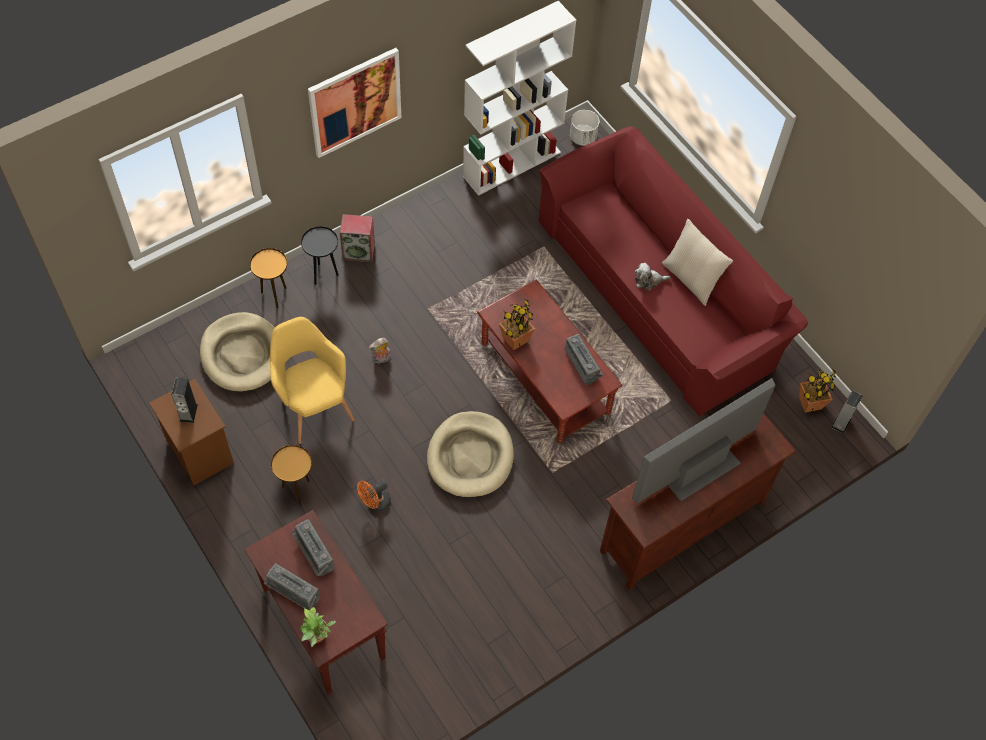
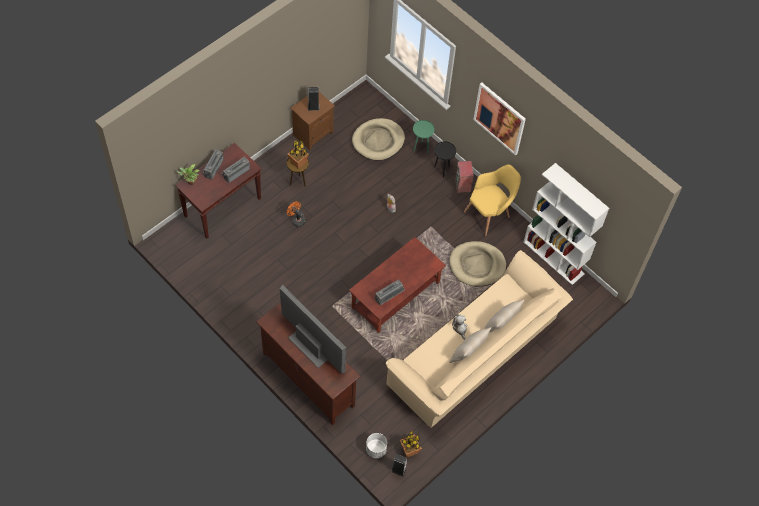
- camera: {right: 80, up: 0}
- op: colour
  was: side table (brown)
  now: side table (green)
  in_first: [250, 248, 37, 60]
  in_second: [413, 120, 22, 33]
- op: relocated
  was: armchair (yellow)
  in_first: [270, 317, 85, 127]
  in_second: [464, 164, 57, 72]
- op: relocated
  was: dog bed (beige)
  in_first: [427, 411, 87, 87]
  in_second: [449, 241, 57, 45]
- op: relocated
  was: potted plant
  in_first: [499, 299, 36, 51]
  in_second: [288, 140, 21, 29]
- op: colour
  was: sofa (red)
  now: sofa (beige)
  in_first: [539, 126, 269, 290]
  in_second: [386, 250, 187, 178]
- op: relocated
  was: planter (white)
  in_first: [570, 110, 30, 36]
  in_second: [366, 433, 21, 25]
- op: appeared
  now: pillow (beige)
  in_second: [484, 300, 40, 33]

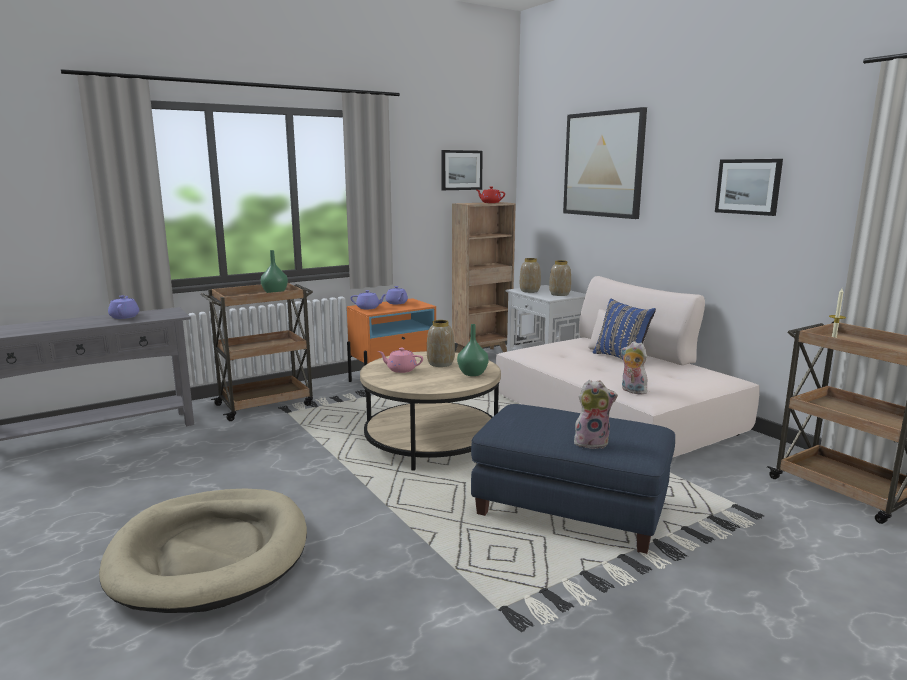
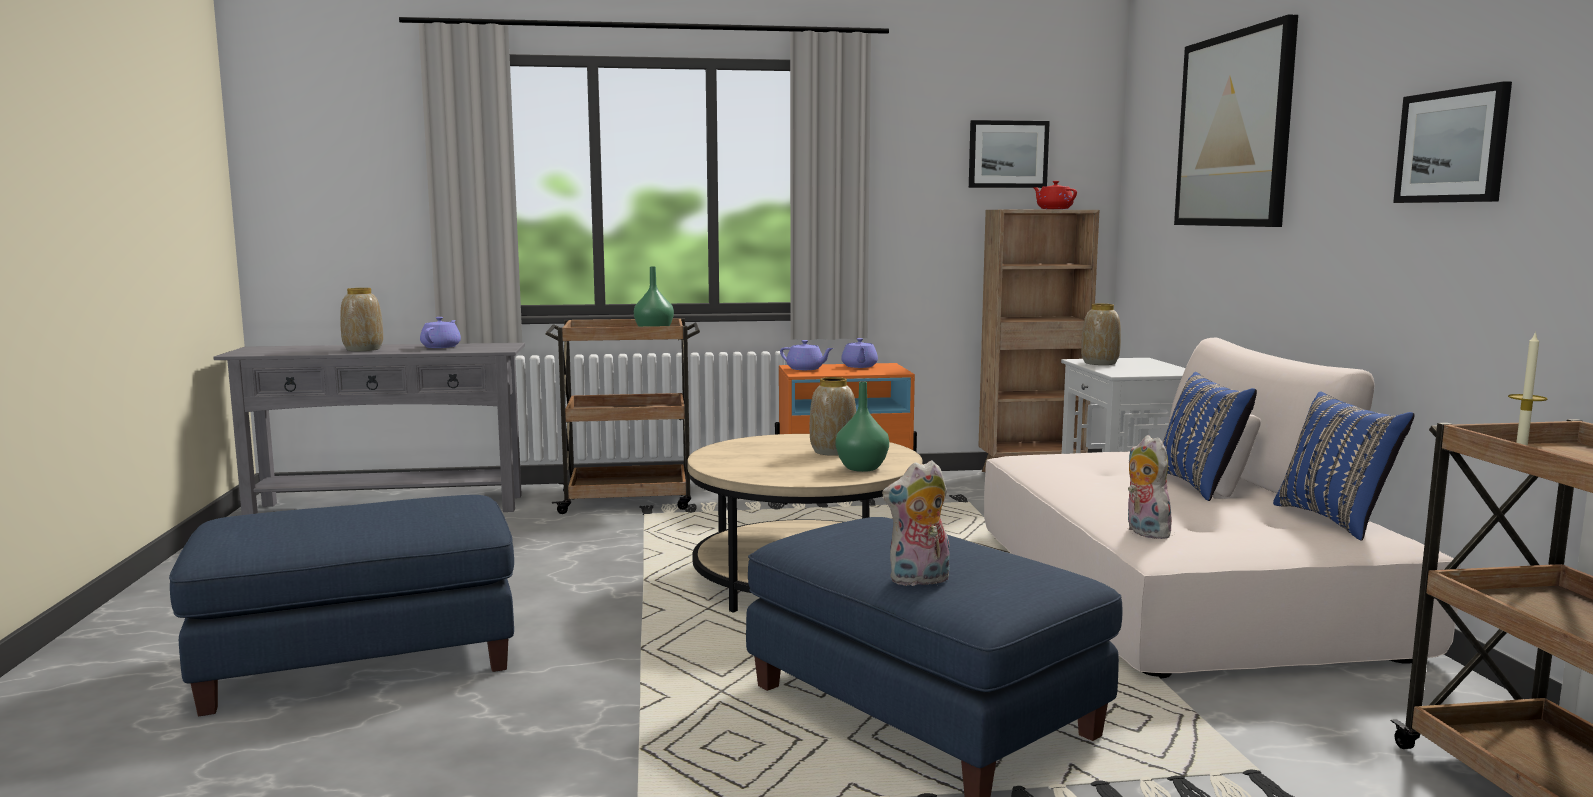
- camera: {right: 25, up: -5}
- op: exchanged
  was: dog bed (beige)
  now: ottoman (blue)
  in_first: [99, 488, 208, 125]
  in_second: [169, 495, 345, 221]
- op: missing
  was: teapot (pink)
  in_first: [378, 348, 45, 25]
- op: relocated
  was: vase
  in_first: [549, 260, 22, 36]
  in_second: [340, 288, 43, 63]
- op: spun
  was: plush toy
  in_first: [574, 380, 44, 69]
  in_second: [882, 460, 68, 126]
  clockwise: 135
- op: appeared
  now: pillow (blue)
  in_second: [1273, 391, 142, 150]

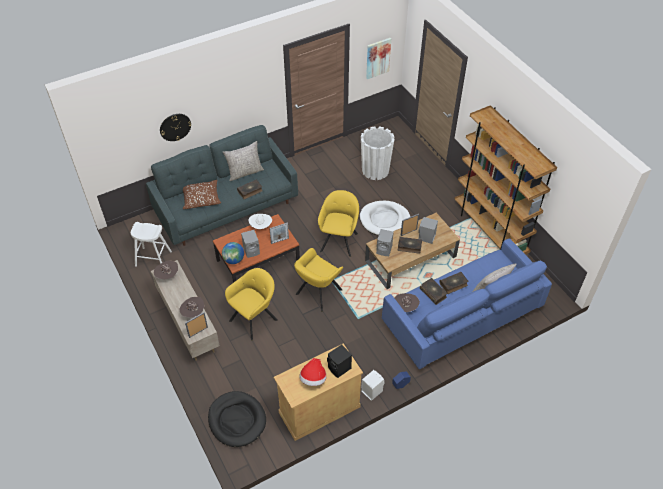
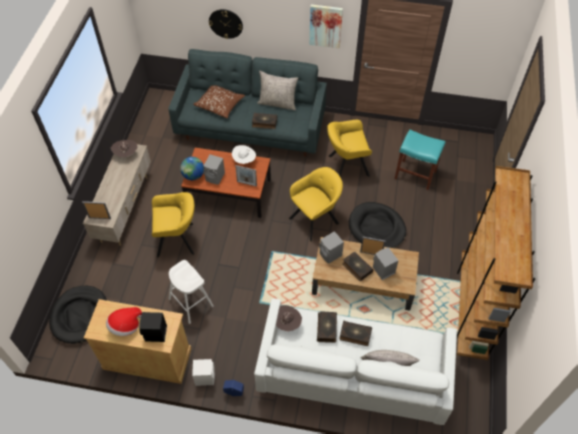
- camera: {right: 40, up: 5}
- op: relocated
  was: stool (white)
  in_first: [131, 222, 41, 45]
  in_second: [169, 260, 45, 64]
- op: missing
  was: hat (brown)
  in_first: [179, 297, 26, 20]
- op: relocated
  was: armchair (yellow)
  in_first: [294, 248, 49, 64]
  in_second: [327, 120, 45, 57]
- op: colour
  was: dog bed (white)
  now: dog bed (black)
  in_first: [360, 201, 50, 34]
  in_second: [349, 202, 57, 46]
- op: exchanged
  was: planter (white)
  now: stool (turquoise)
  in_first: [361, 127, 34, 53]
  in_second: [395, 129, 51, 61]
- op: relocated
  was: picture
  in_first: [366, 38, 25, 41]
  in_second: [309, 4, 34, 44]
- op: colour
  was: sofa (blue)
  now: sofa (white)
  in_first: [382, 239, 170, 130]
  in_second: [254, 298, 203, 127]

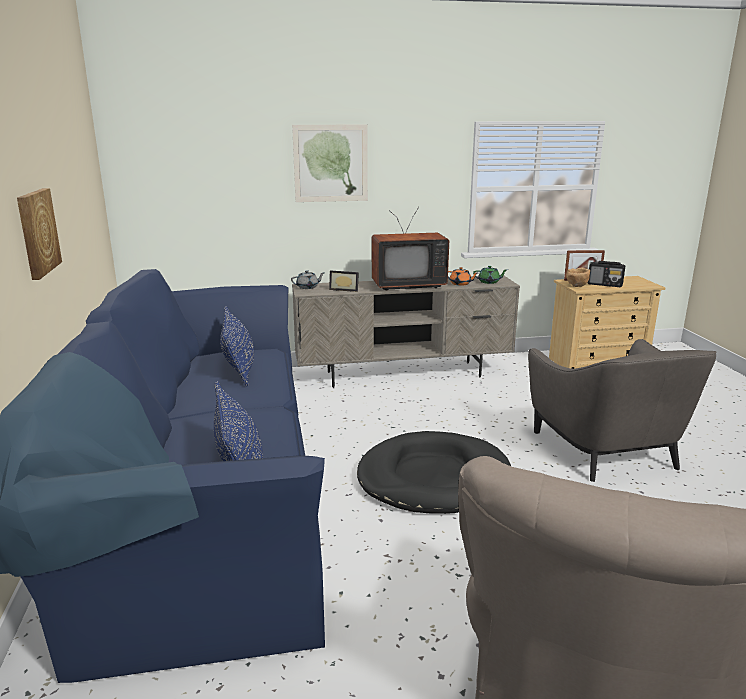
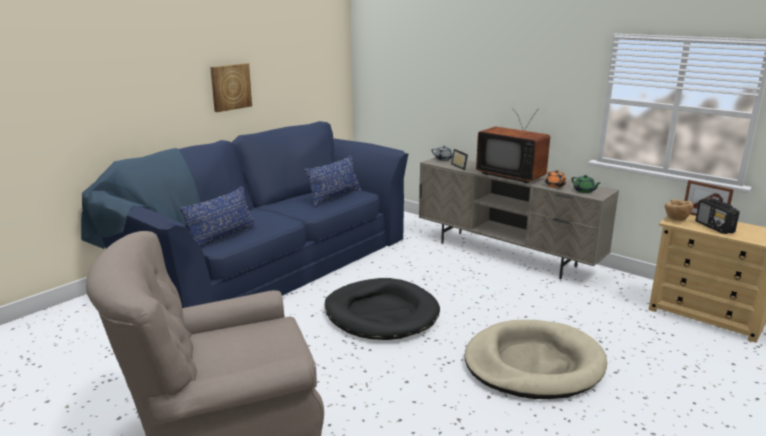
- camera: {right: 50, up: 0}
- op: missing
  was: picture
  in_first: [292, 125, 76, 77]
- op: exchanged
  was: armchair (grey)
  now: dog bed (beige)
  in_first: [528, 339, 188, 143]
  in_second: [464, 320, 143, 79]

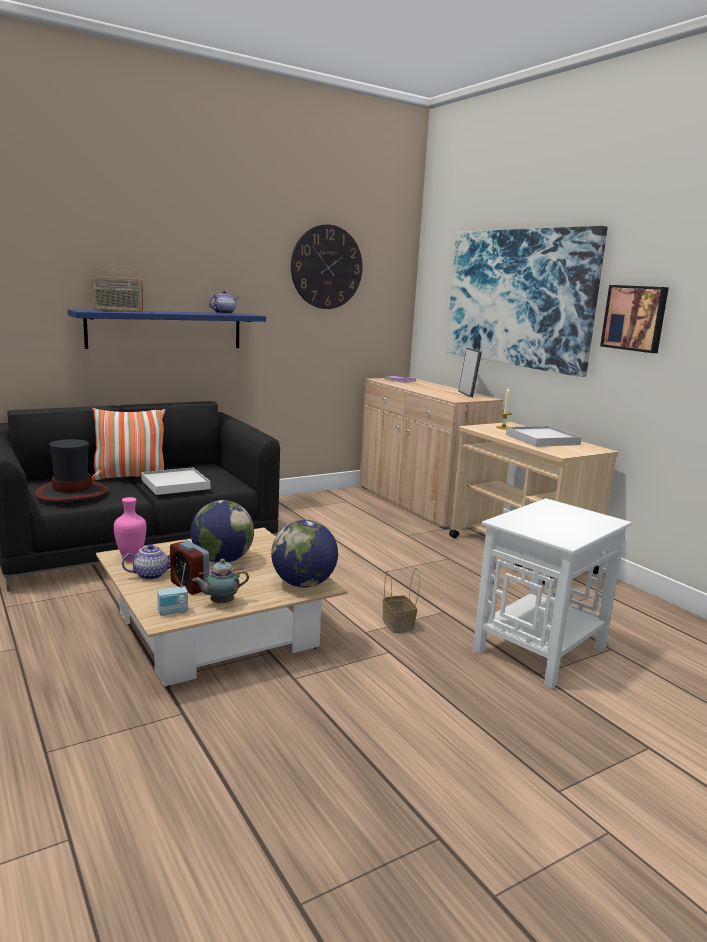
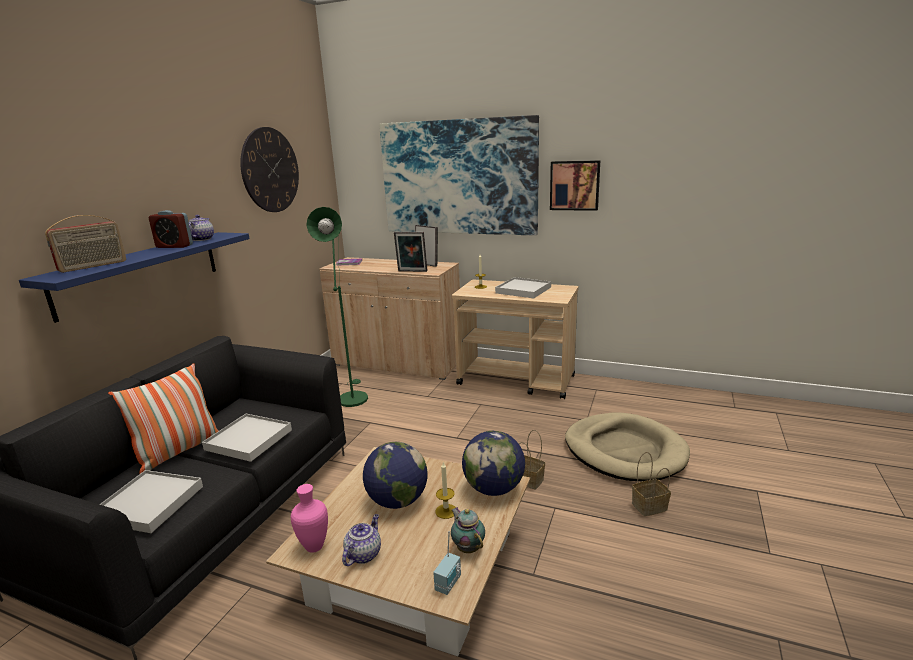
- camera: {right: -35, up: 5}
- op: exchanged
  was: hat
  now: tray (white)
  in_first: [35, 439, 73, 63]
  in_second: [100, 470, 103, 63]
- op: relocated
  was: alarm clock
  in_first: [170, 540, 39, 55]
  in_second: [149, 210, 44, 38]
- op: spun
  was: teapot
  in_first: [192, 559, 57, 45]
  in_second: [451, 507, 34, 46]
  clockwise: 120
- op: exchanged
  was: side table (white)
  now: dog bed (beige)
  in_first: [473, 498, 159, 191]
  in_second: [565, 412, 125, 69]
- op: appeared
  now: floor lamp (green)
  in_second: [306, 207, 62, 200]
- op: appeared
  now: picture frame
  in_second: [394, 232, 33, 40]
- op: appeared
  now: candle
  in_second: [436, 462, 20, 57]
- op: appeared
  now: basket
  in_second: [632, 452, 39, 64]

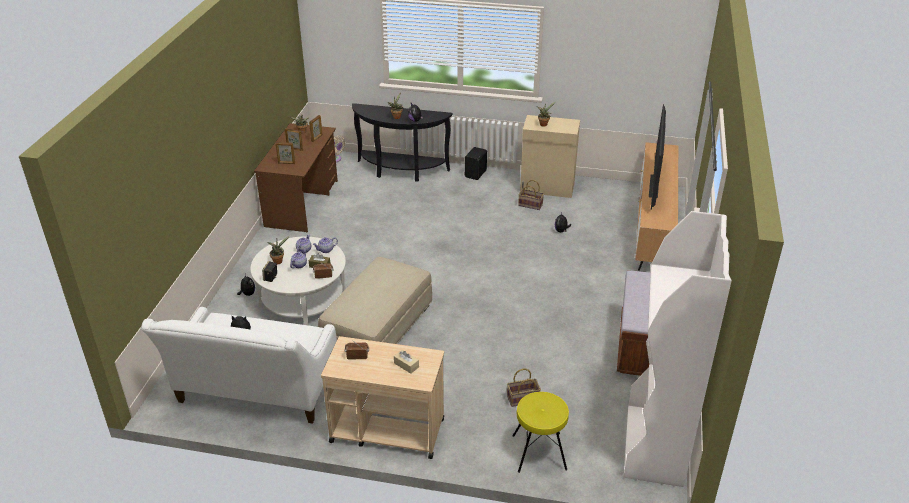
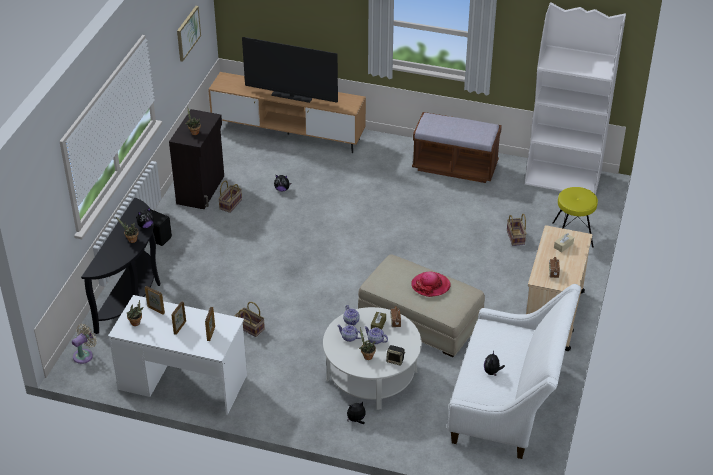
- camera: {right: -85, up: 5}
- op: colour
  was: desk (brown)
  now: desk (white)
  in_first: [254, 123, 84, 109]
  in_second: [108, 295, 139, 120]
- op: colour
  was: cabinet (beige)
  now: cabinet (black)
  in_first: [520, 115, 60, 83]
  in_second: [169, 109, 55, 100]
- op: appeared
  now: picture
  in_second: [177, 6, 24, 55]
- op: appeared
  now: basket
  in_second: [235, 302, 30, 35]
- op: appeared
  now: hat
  in_second: [411, 271, 40, 26]

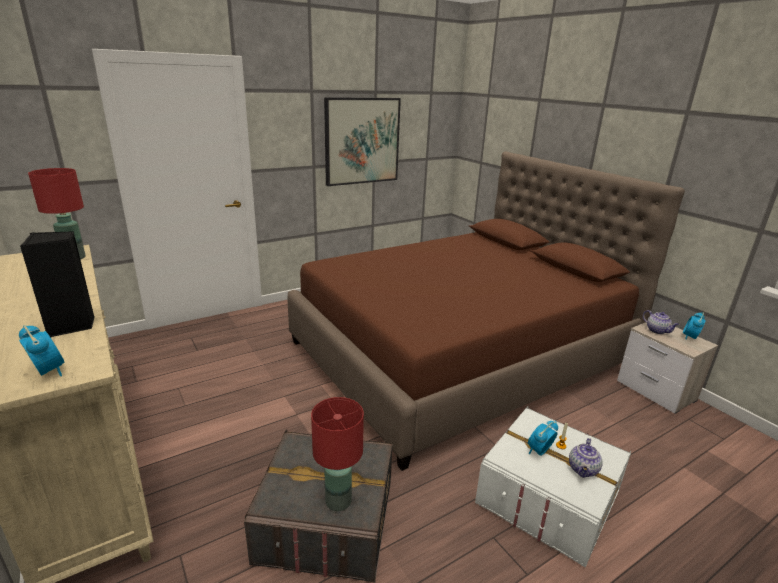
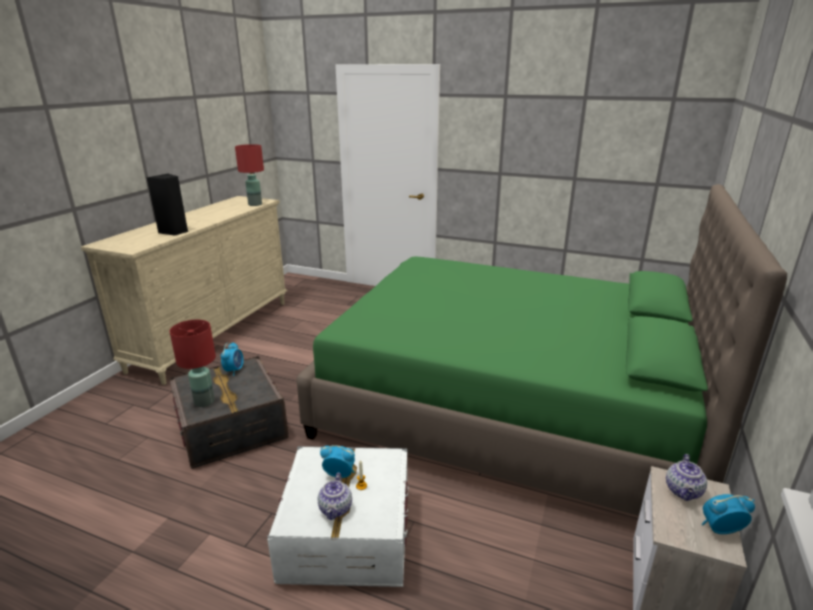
- camera: {right: 55, up: 0}
- op: relocated
  was: alarm clock
  in_first: [19, 325, 46, 51]
  in_second: [221, 342, 23, 34]
- op: colour
  was: bed (brown)
  now: bed (green)
  in_first: [288, 151, 397, 320]
  in_second: [296, 184, 491, 332]
- op: missing
  was: picture
  in_first: [324, 97, 77, 89]
- op: spun
  was: teapot
  in_first: [569, 438, 34, 40]
  in_second: [318, 473, 34, 47]
  clockwise: -75

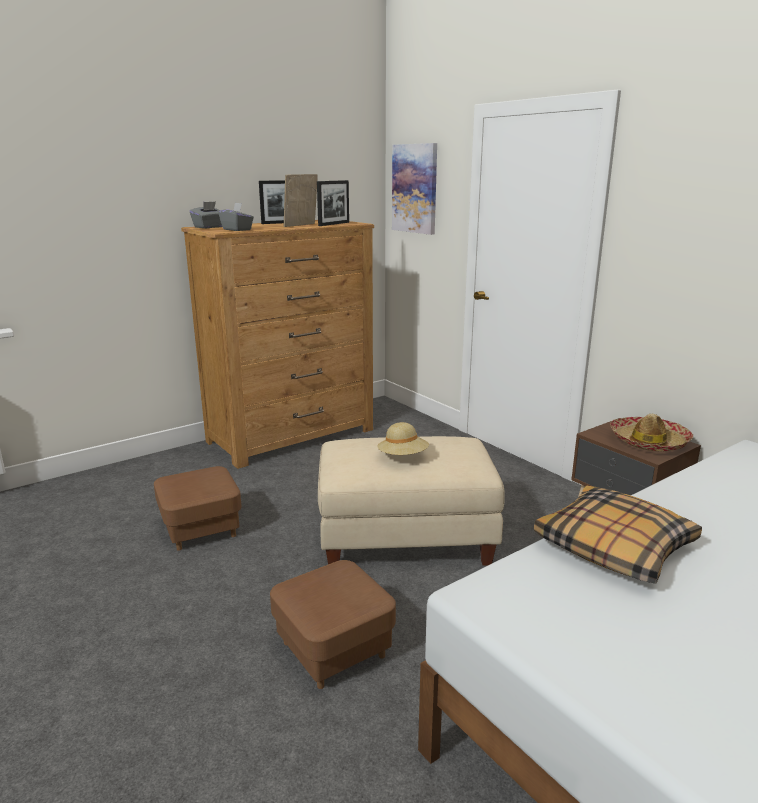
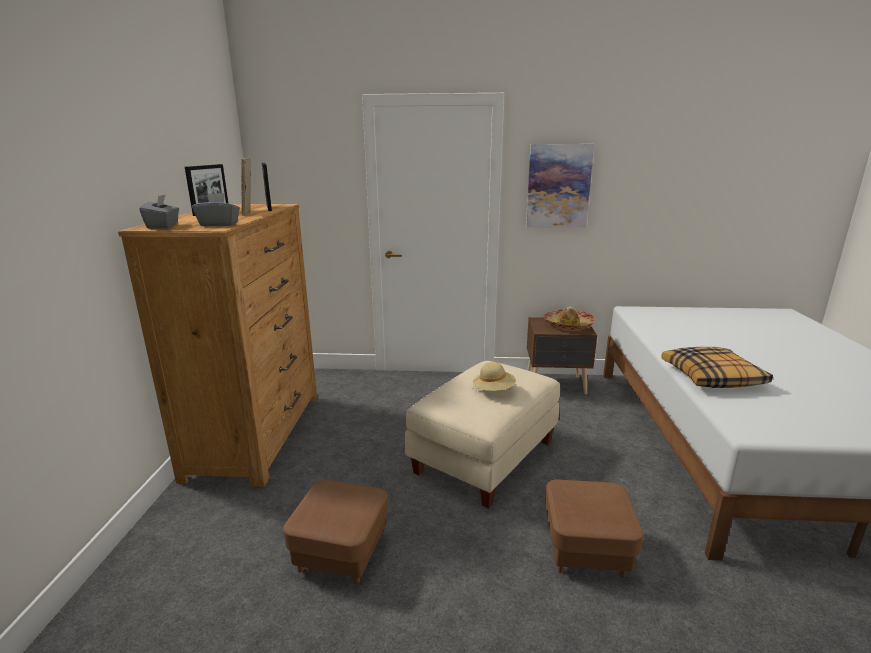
- camera: {right: -50, up: 0}
- op: relocated
  was: picture
  in_first: [392, 143, 45, 92]
  in_second: [526, 144, 68, 84]

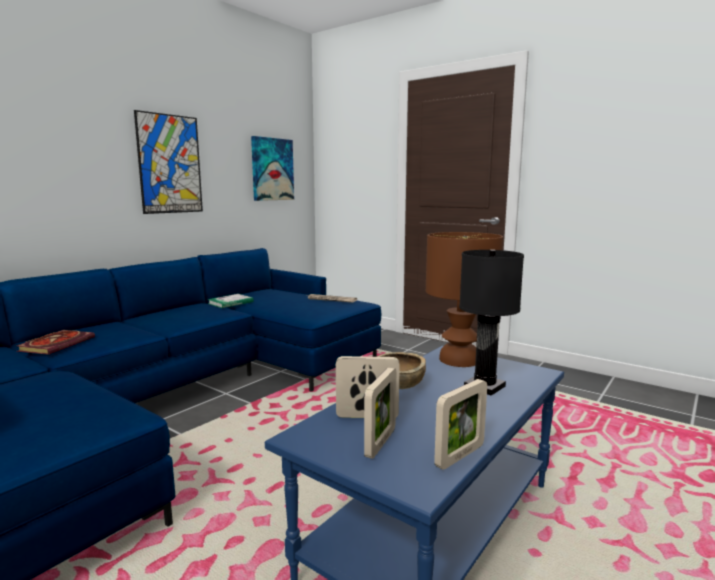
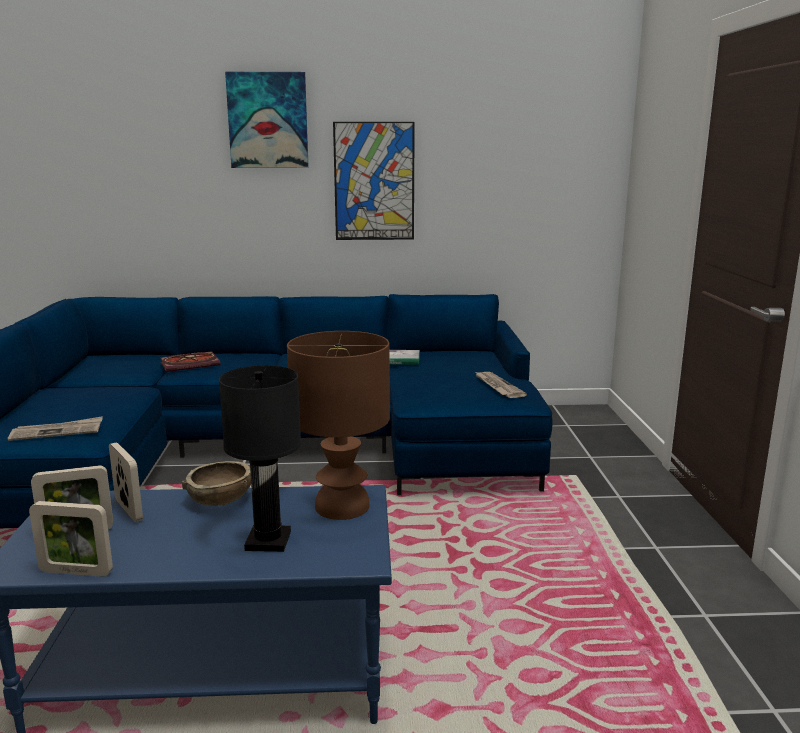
- camera: {right: 50, up: 5}
- op: relocated
  was: picture
  in_first: [251, 136, 43, 65]
  in_second: [225, 72, 84, 96]
- op: appeared
  now: newspaper
  in_second: [8, 416, 95, 25]

